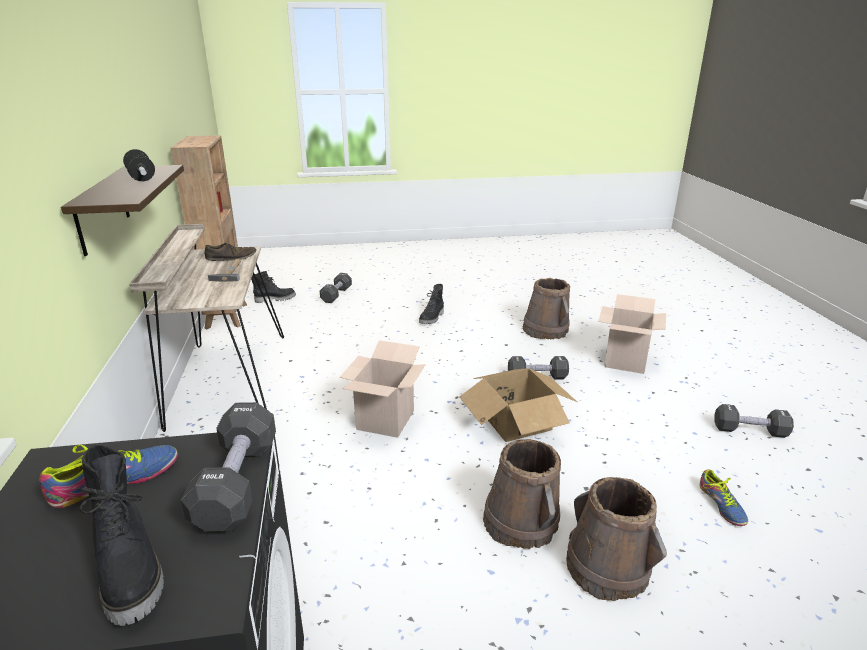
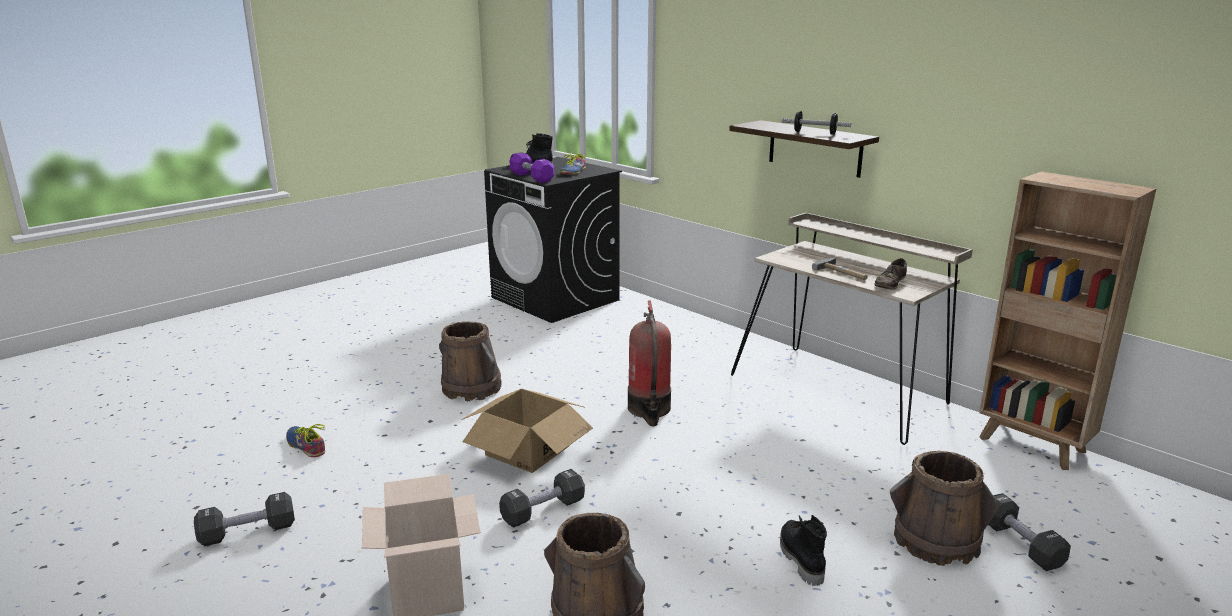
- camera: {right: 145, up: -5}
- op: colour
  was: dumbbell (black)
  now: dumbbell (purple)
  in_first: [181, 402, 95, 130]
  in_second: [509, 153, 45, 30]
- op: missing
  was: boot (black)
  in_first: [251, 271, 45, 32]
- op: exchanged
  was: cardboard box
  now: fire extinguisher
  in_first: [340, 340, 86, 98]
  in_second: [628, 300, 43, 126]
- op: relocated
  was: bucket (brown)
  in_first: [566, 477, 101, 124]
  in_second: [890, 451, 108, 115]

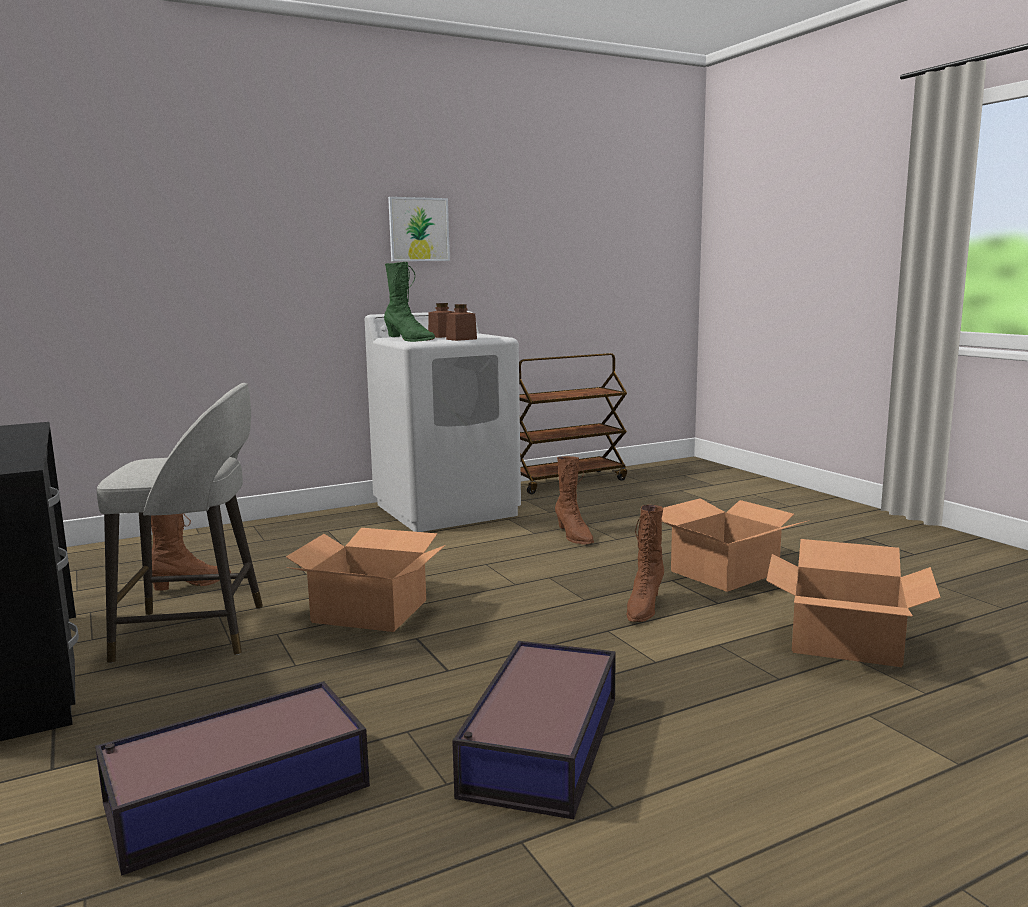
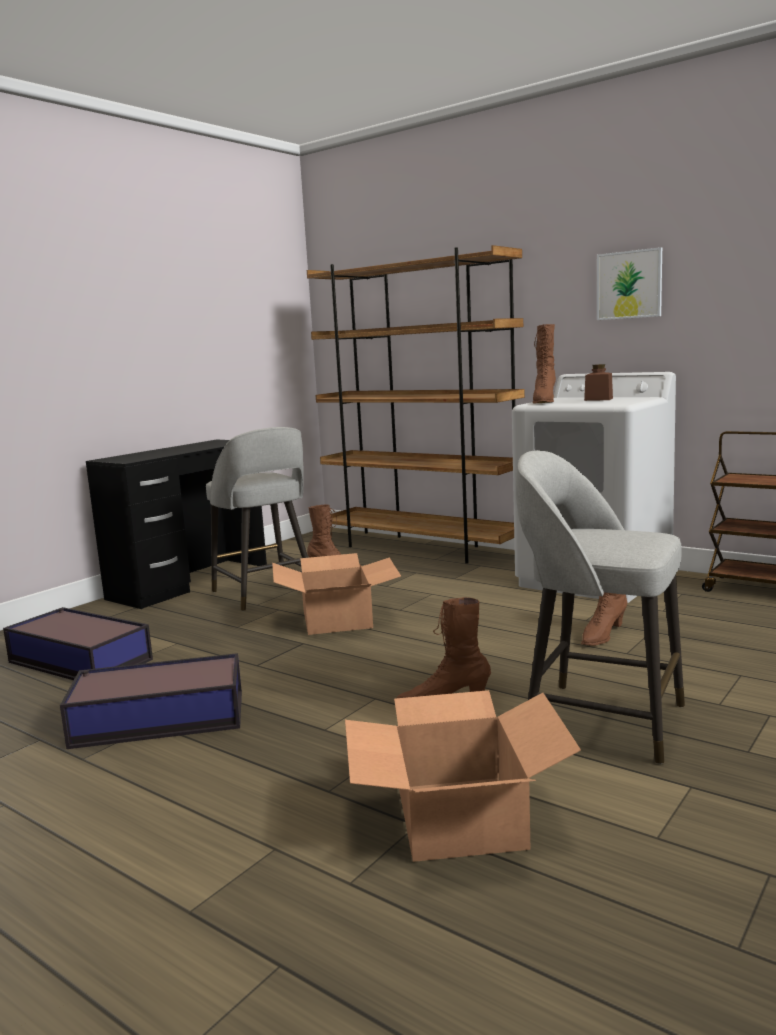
- camera: {right: 65, up: 0}
- op: colour
  was: boot (green)
  now: boot (brown)
  in_first: [384, 262, 51, 80]
  in_second: [533, 324, 23, 79]
- op: missing
  was: jar (brown)
  in_first: [446, 304, 31, 37]
- op: exchanged
  was: cardboard box
  now: stool (grey)
  in_first: [662, 498, 148, 94]
  in_second: [516, 450, 169, 314]
- op: appeared
  now: bookcase (brown)
  in_second: [307, 245, 218, 319]

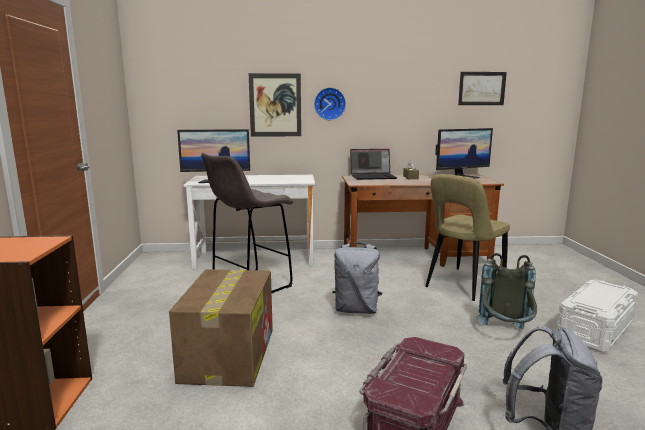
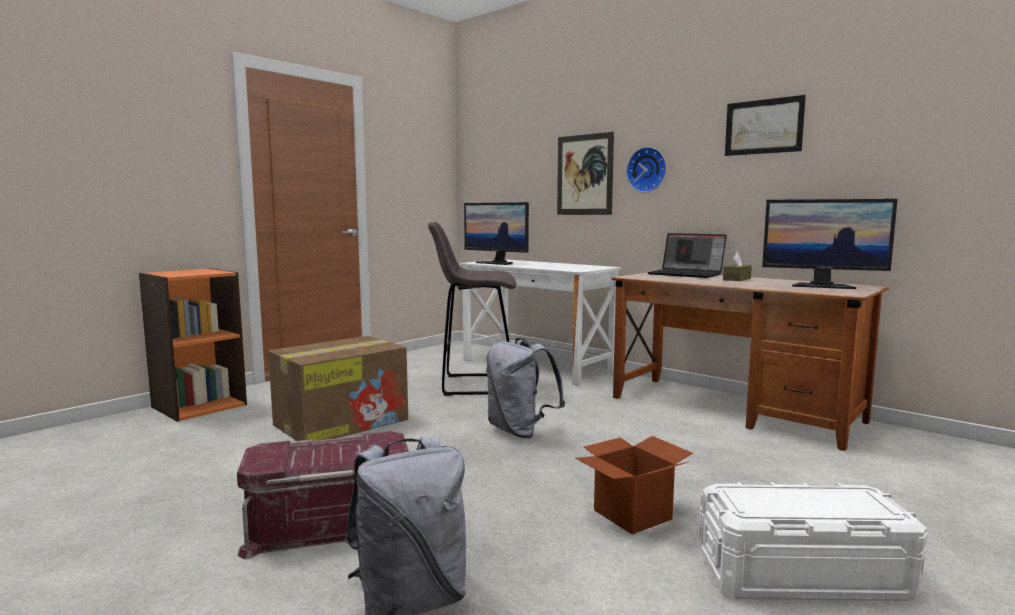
- camera: {right: 45, up: -5}
- op: missing
  was: chair (beige)
  in_first: [425, 174, 85, 127]
- op: relocated
  was: picture
  in_first: [458, 72, 49, 33]
  in_second: [725, 95, 81, 61]
- op: exchanged
  was: backpack (grey)
  now: cardboard box
  in_first: [475, 253, 62, 76]
  in_second: [575, 436, 118, 98]

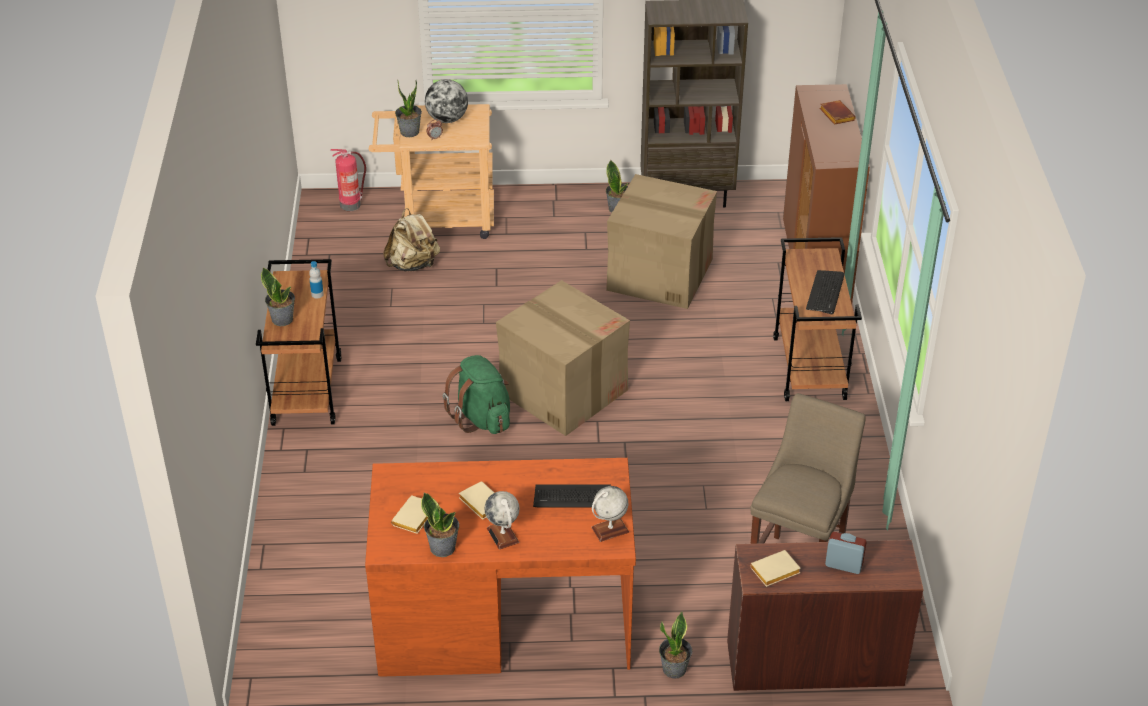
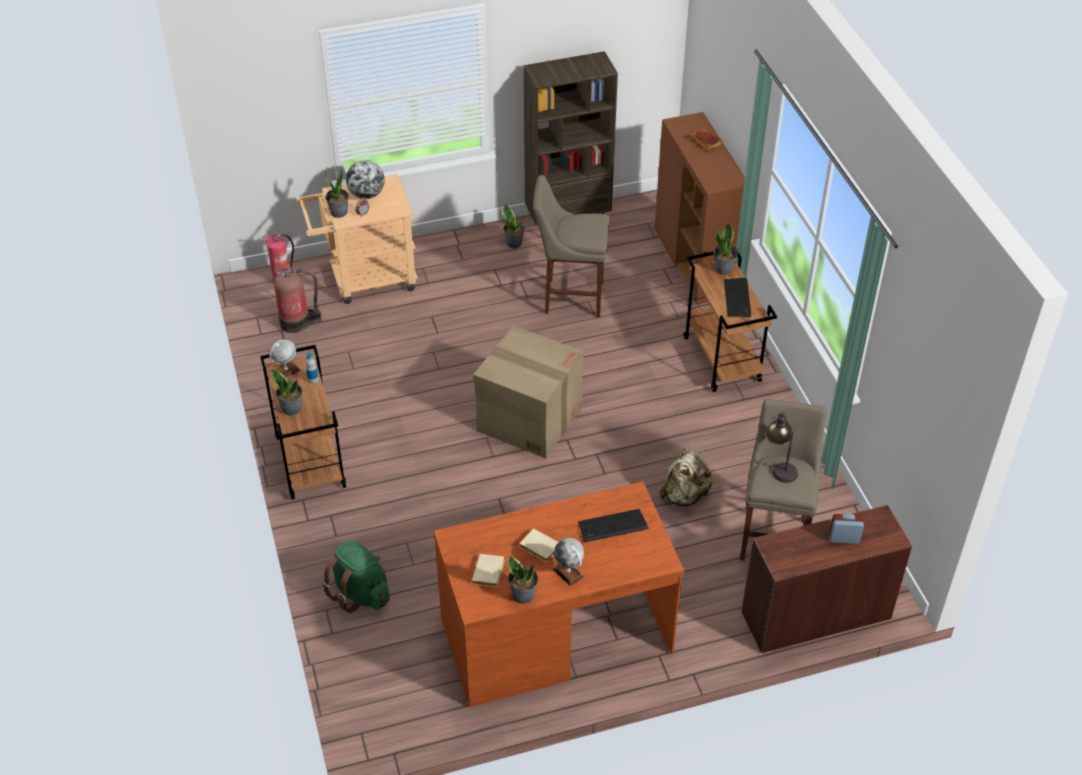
- camera: {right: -15, up: 5}
- op: relocated
  was: backpack (beige)
  in_first: [383, 208, 57, 63]
  in_second: [660, 448, 53, 58]
- op: relocated
  was: backpack (green)
  in_first: [443, 355, 67, 79]
  in_second: [322, 540, 68, 73]
- op: relocated
  was: globe
  in_first: [591, 486, 38, 56]
  in_second: [269, 338, 32, 40]
- op: exchanged
  was: cardboard box
  now: stool (beige)
  in_first: [606, 174, 111, 135]
  in_second: [533, 175, 77, 142]
- op: relocated
  was: potted plant
  in_first: [659, 611, 33, 68]
  in_second: [714, 222, 24, 53]
- op: missing
  was: book (beige)
  in_first: [750, 550, 51, 37]
- op: appeared
  now: fire extinguisher
  in_second: [274, 266, 47, 67]
- op: appeared
  now: table lamp
  in_second: [765, 412, 33, 71]

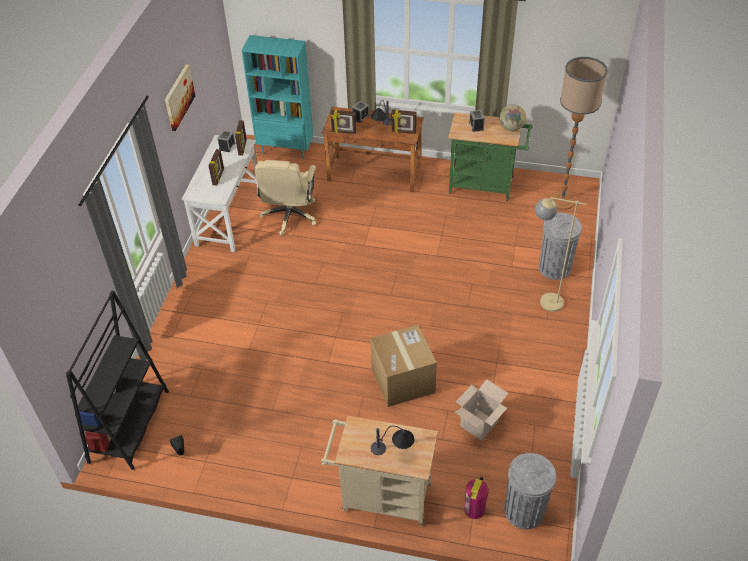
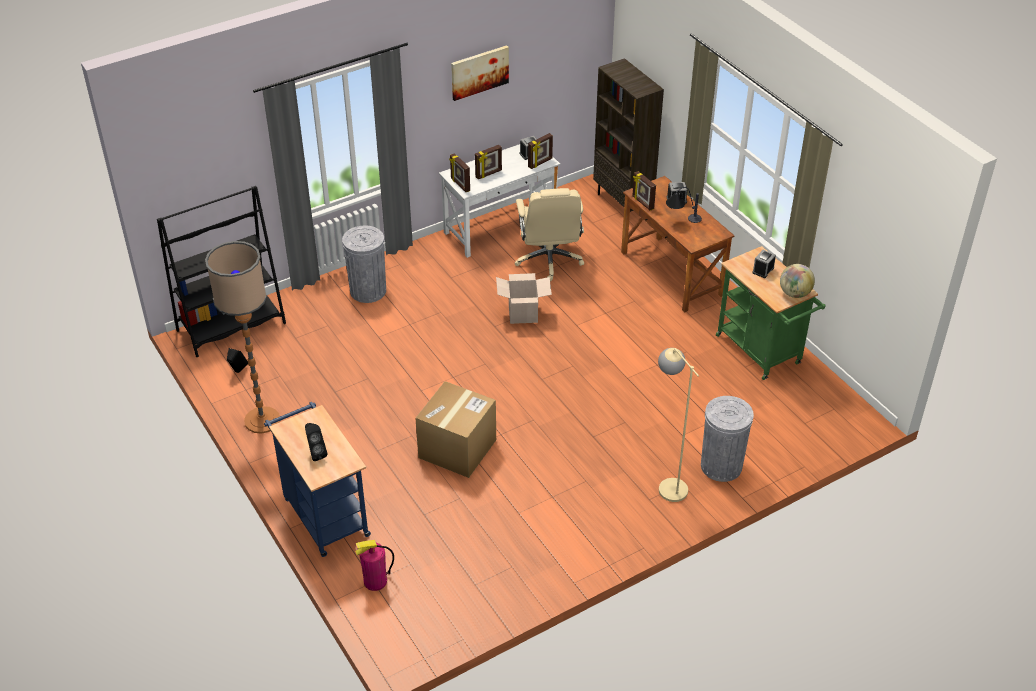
- camera: {right: 45, up: -5}
- op: colour
  was: bookcase (turquoise)
  now: bookcase (brown)
  in_first: [242, 35, 71, 124]
  in_second: [593, 58, 71, 154]
- op: spun
  was: office chair (beige)
  in_first: [255, 160, 61, 76]
  in_second: [514, 188, 70, 93]
  clockwise: -60
- op: colour
  was: cart (beige)
  now: cart (blue)
  in_first: [321, 416, 117, 110]
  in_second: [264, 402, 107, 155]
- op: exchanged
  was: table lamp
  now: speaker (black)
  in_first: [371, 426, 43, 29]
  in_second: [305, 423, 22, 38]
- op: relocated
  was: picture frame
  in_first: [392, 109, 25, 25]
  in_second: [449, 153, 21, 39]
- op: relocated
  was: cardboard box
  in_first: [455, 379, 54, 62]
  in_second: [496, 273, 56, 51]
- op: relocated
  was: trash can (grey)
  in_first: [505, 453, 51, 76]
  in_second: [342, 226, 44, 77]
- op: relocated
  was: floor lamp
  in_first: [549, 57, 59, 153]
  in_second: [205, 241, 75, 193]

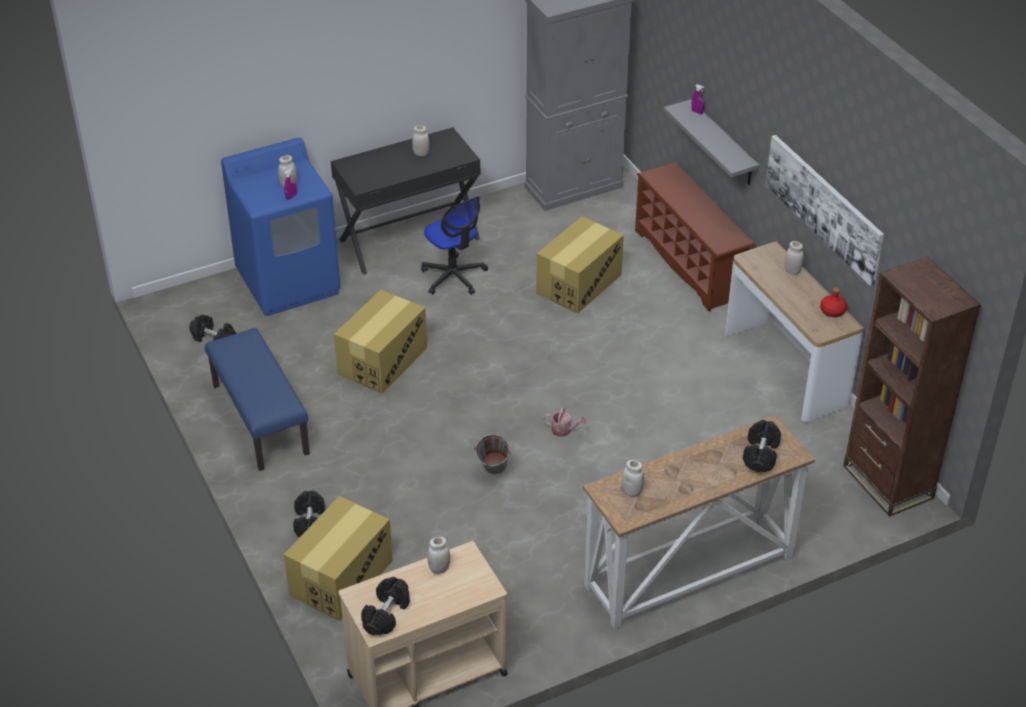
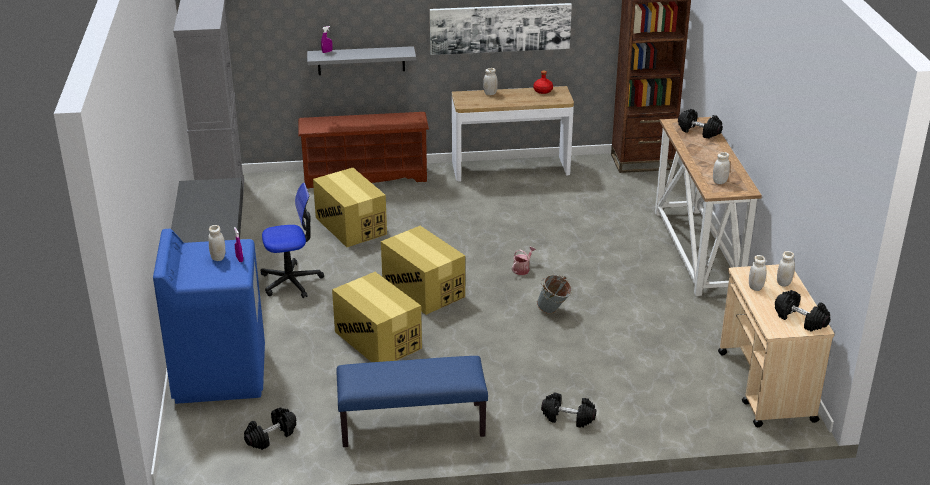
- camera: {right: -70, up: -10}
- op: relocated
  was: cardboard box
  in_first: [284, 496, 109, 125]
  in_second: [381, 226, 84, 89]
- op: relocated
  was: jar (white)
  in_first: [412, 125, 17, 32]
  in_second: [777, 251, 18, 36]

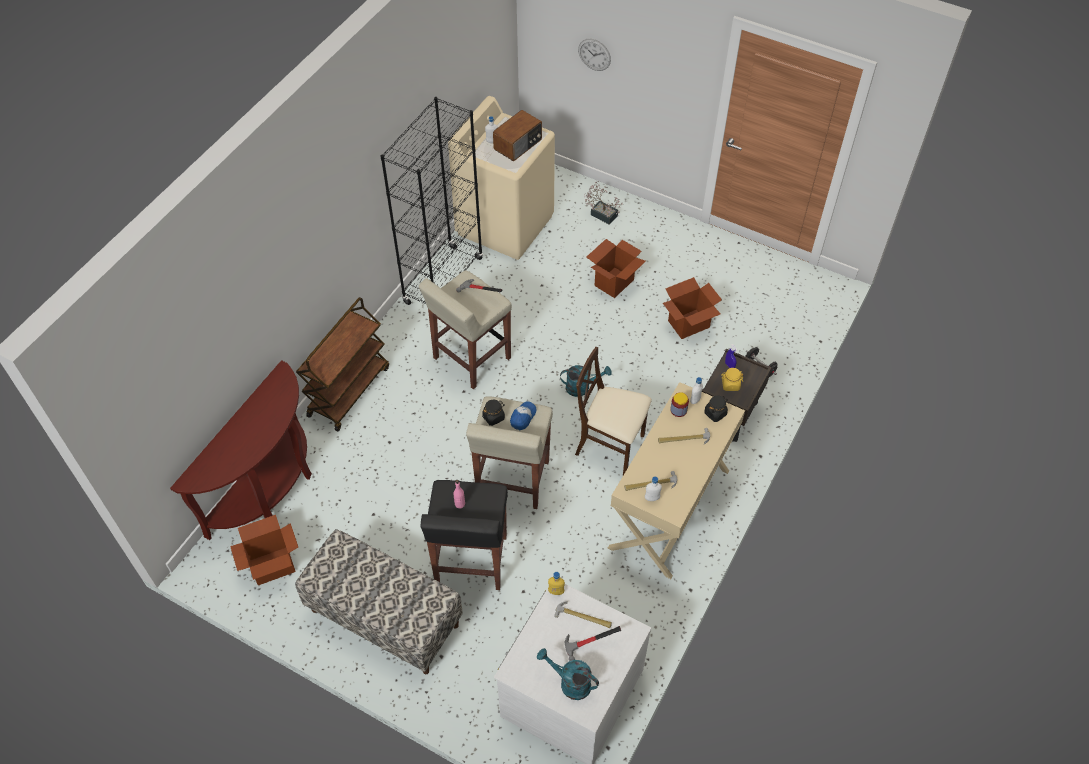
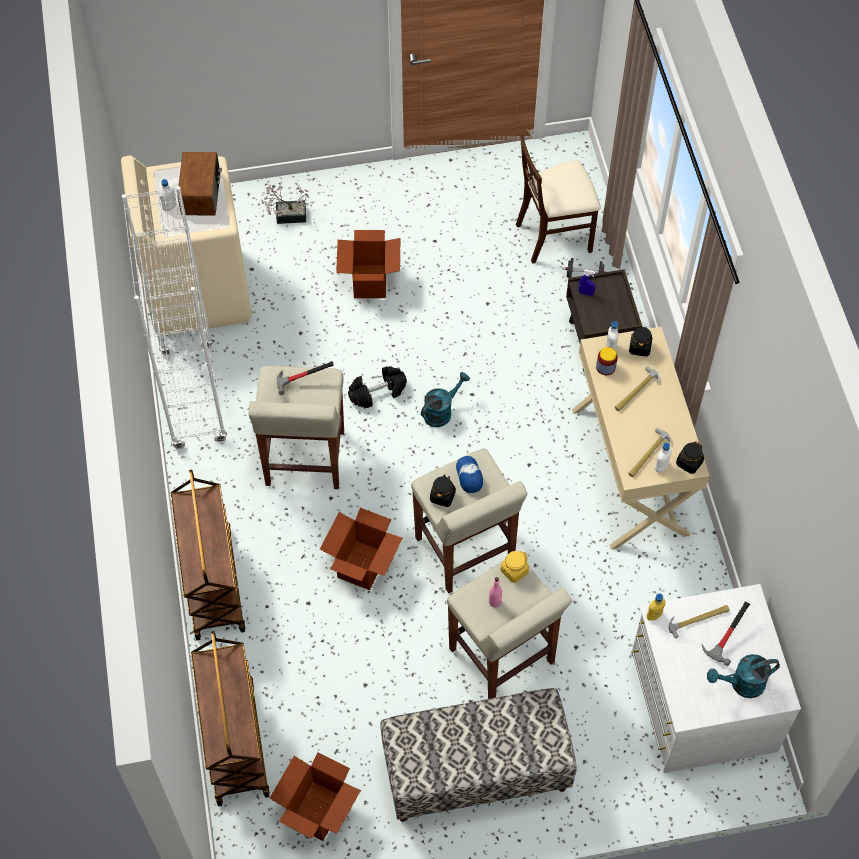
- camera: {right: -40, up: 5}
- op: exchanged
  was: console table (brown)
  now: cart (brown)
  in_first: [170, 360, 142, 180]
  in_second: [191, 631, 79, 175]
- op: colour
  was: bookcase (black)
  now: bookcase (white)
  in_first: [380, 97, 103, 208]
  in_second: [122, 186, 105, 263]
- op: colour
  was: stool (black)
  now: stool (beige)
  in_first: [420, 480, 88, 110]
  in_second: [447, 560, 125, 139]
- op: relocated
  was: chair (beige)
  in_first: [575, 347, 77, 128]
  in_second: [516, 135, 85, 129]
- op: missing
  was: wall clock
  in_first: [578, 39, 33, 32]
- op: relocated
  was: cardboard box
  in_first: [663, 277, 59, 62]
  in_second: [320, 508, 83, 82]
- op: relocated
  was: jar (yellow)
  in_first: [721, 368, 22, 23]
  in_second: [501, 551, 28, 32]
- op: appeared
  now: dumbbell (black)
  in_second: [348, 366, 59, 43]
- op: appeared
  now: jar (black)
  in_second: [676, 441, 28, 33]

